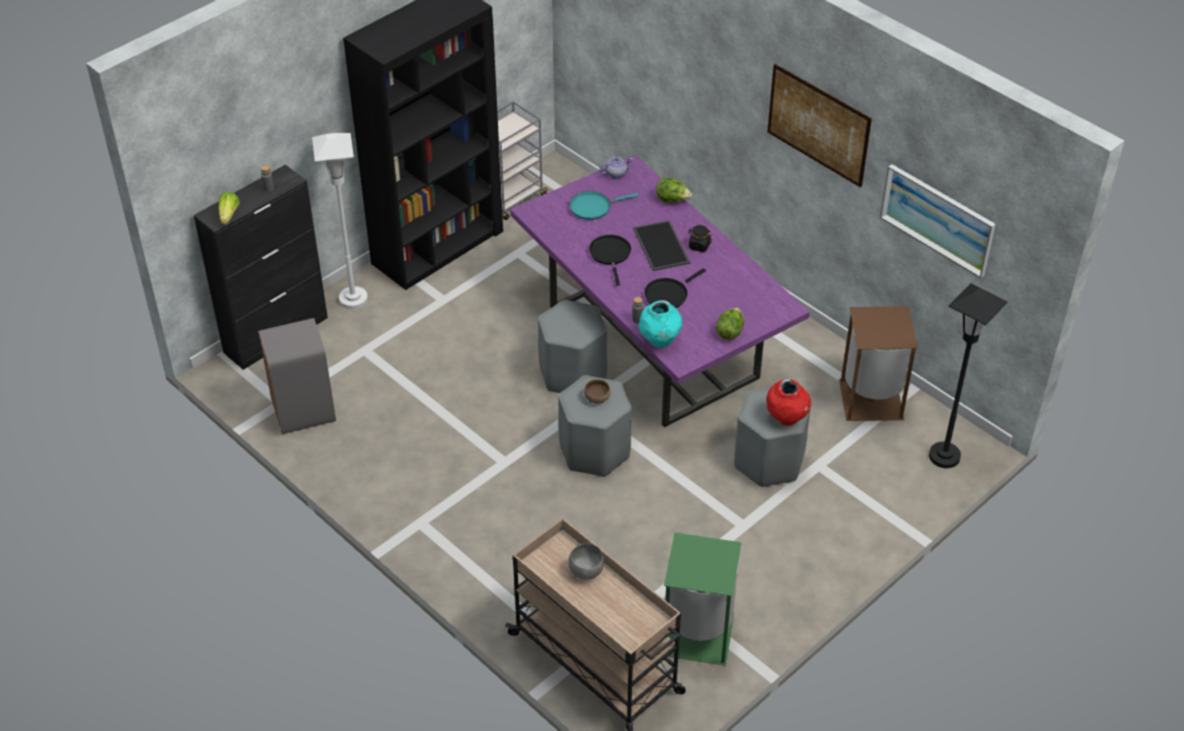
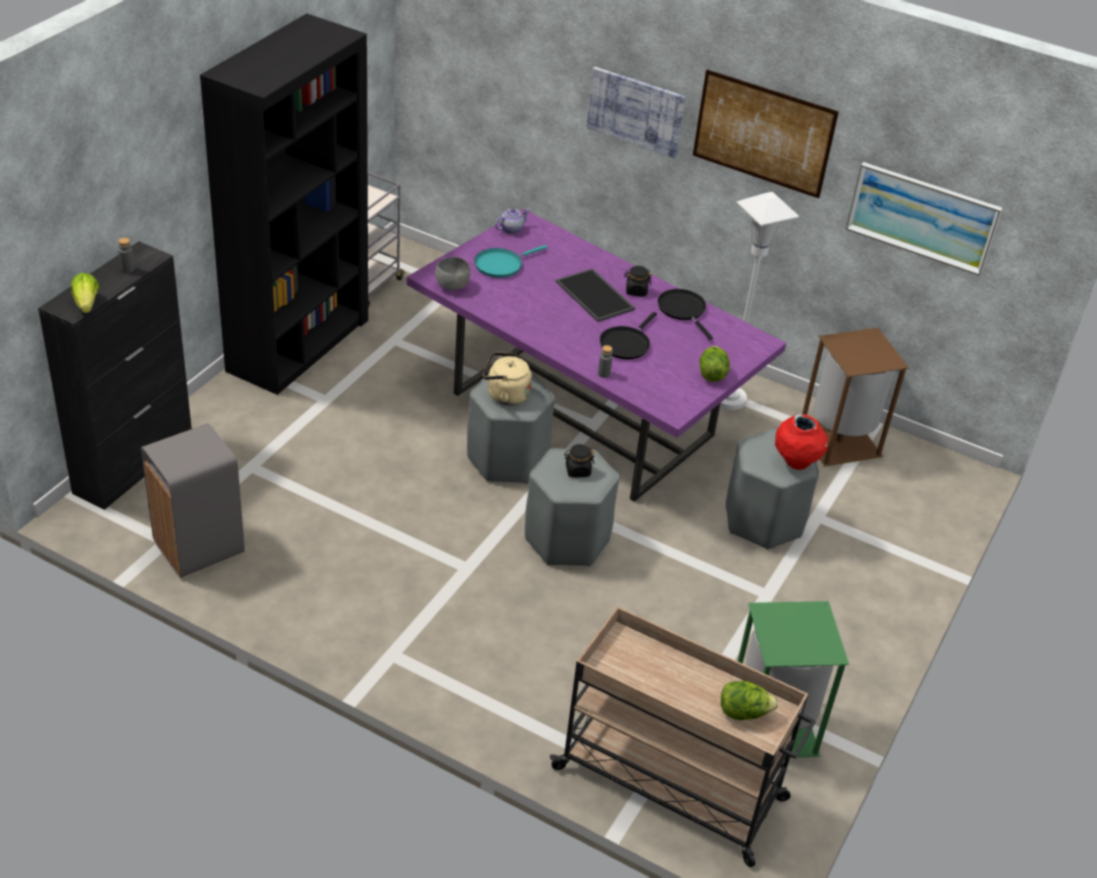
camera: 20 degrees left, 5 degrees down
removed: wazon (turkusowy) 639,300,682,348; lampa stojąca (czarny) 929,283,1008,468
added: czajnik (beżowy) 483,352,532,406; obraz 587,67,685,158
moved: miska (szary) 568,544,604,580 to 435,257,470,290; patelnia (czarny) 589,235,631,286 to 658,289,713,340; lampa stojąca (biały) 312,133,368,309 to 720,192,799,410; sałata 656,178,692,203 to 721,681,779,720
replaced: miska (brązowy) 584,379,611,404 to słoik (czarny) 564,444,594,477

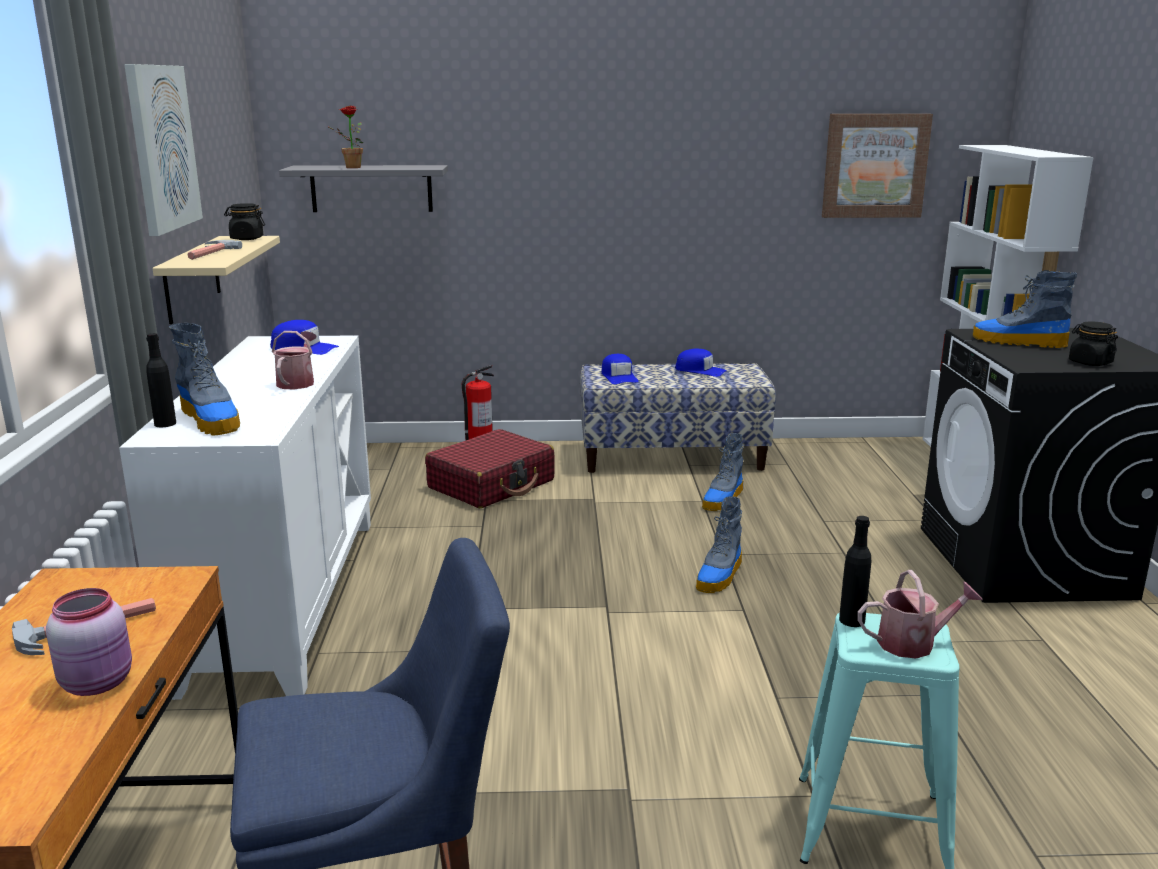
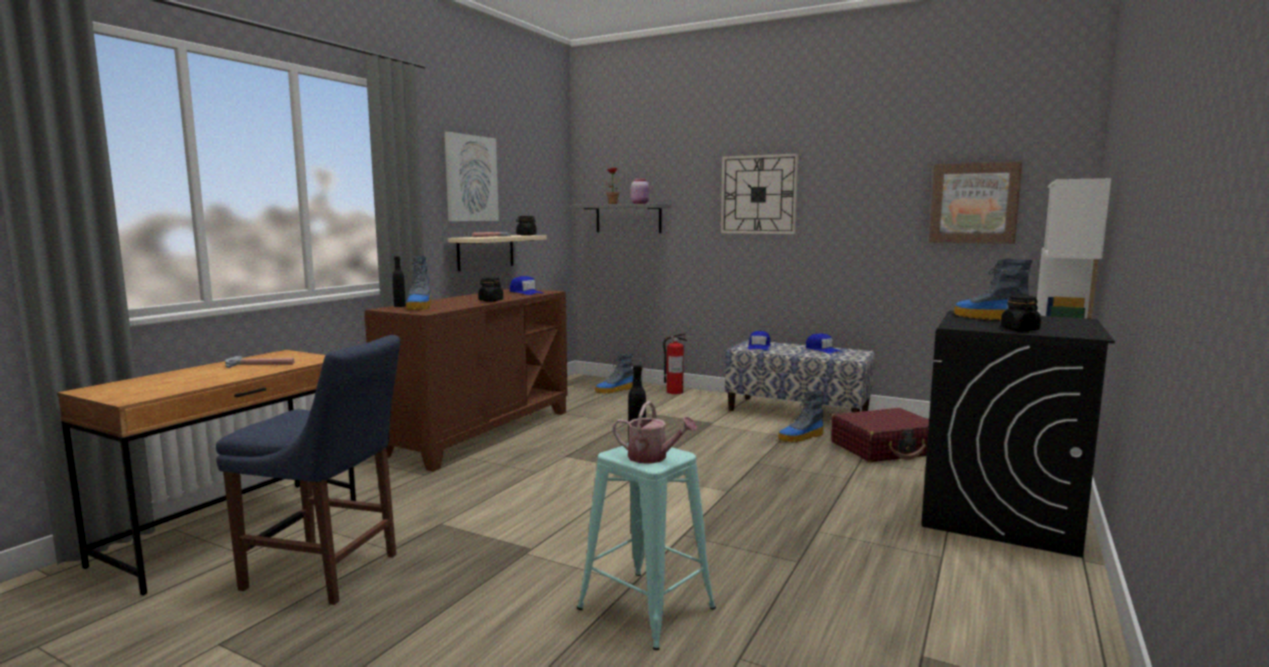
camera: 30 degrees right, 10 degrees down
added: zegar ścienny 721,153,798,234
moved: but z cholewką 696,496,742,593 to 595,354,633,394; słoik (różowy) 46,588,132,696 to 631,179,649,204; walizka (czerwony) 425,429,555,508 to 831,408,929,462
replaced: konewka 272,331,317,389 to słoik (czarny) 478,277,503,302
recoloured: szafka (biały) 119,336,371,700 to szafka (brązowy) 364,289,567,472

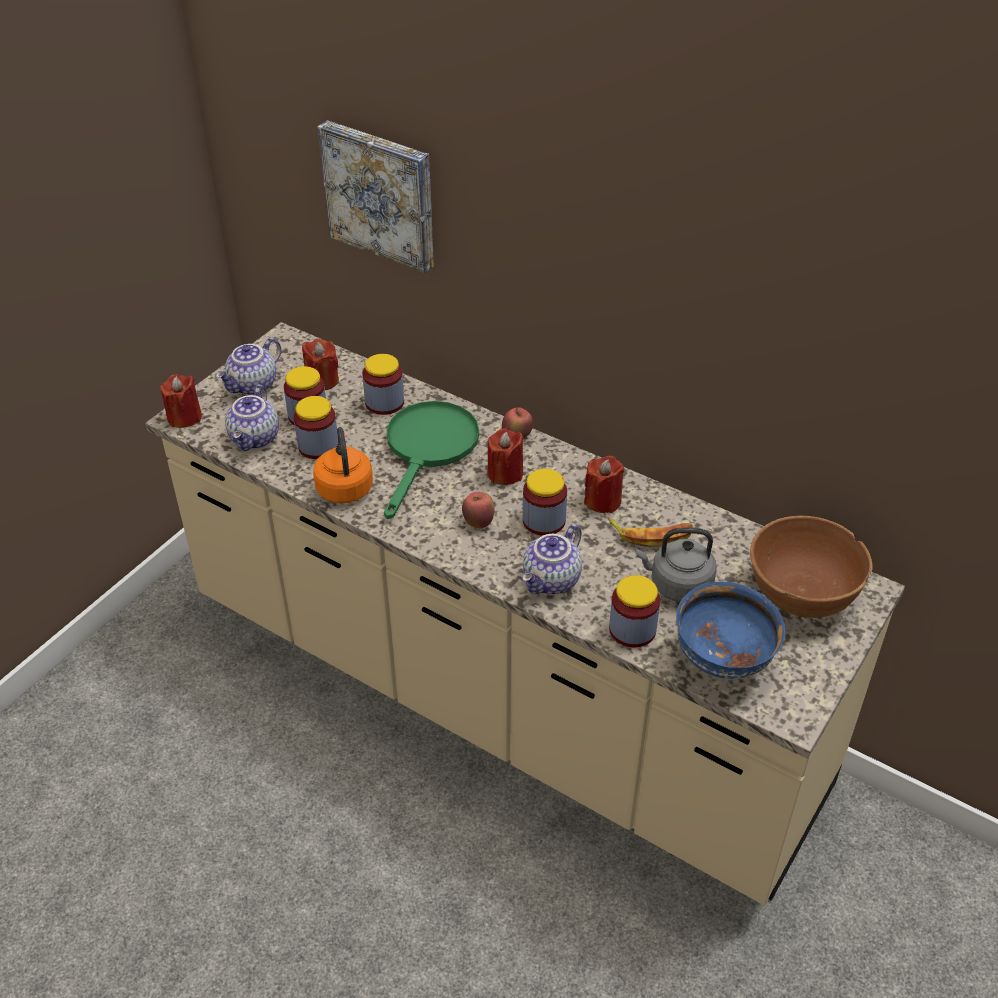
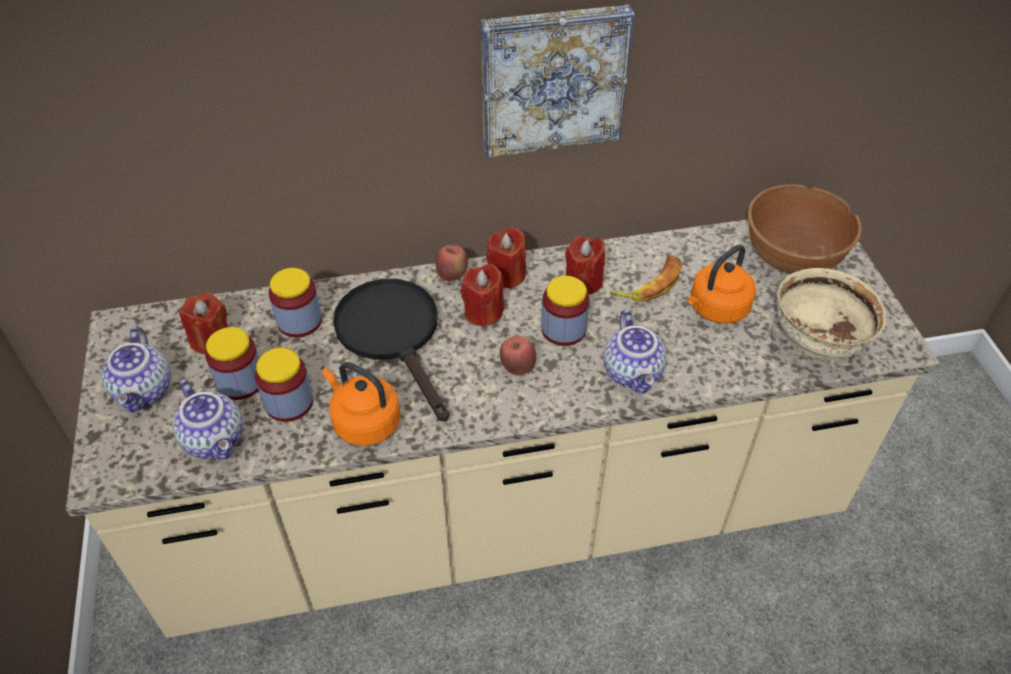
camera: 45 degrees left, 5 degrees up
removed: słoik 609,575,660,647
moved: obraz 318,120,434,273 to 481,4,634,157; świeca (czerwony) 160,374,202,428 to 486,227,526,289
recoloured: patelnia (zielony) 384,401,479,519 to patelnia (czarny) 333,279,449,422; czajnik (szary) 635,528,717,602 to czajnik (pomarańczowy) 688,245,756,324; miska (niebieski) 676,582,785,679 to miska (beżowy) 777,268,886,358

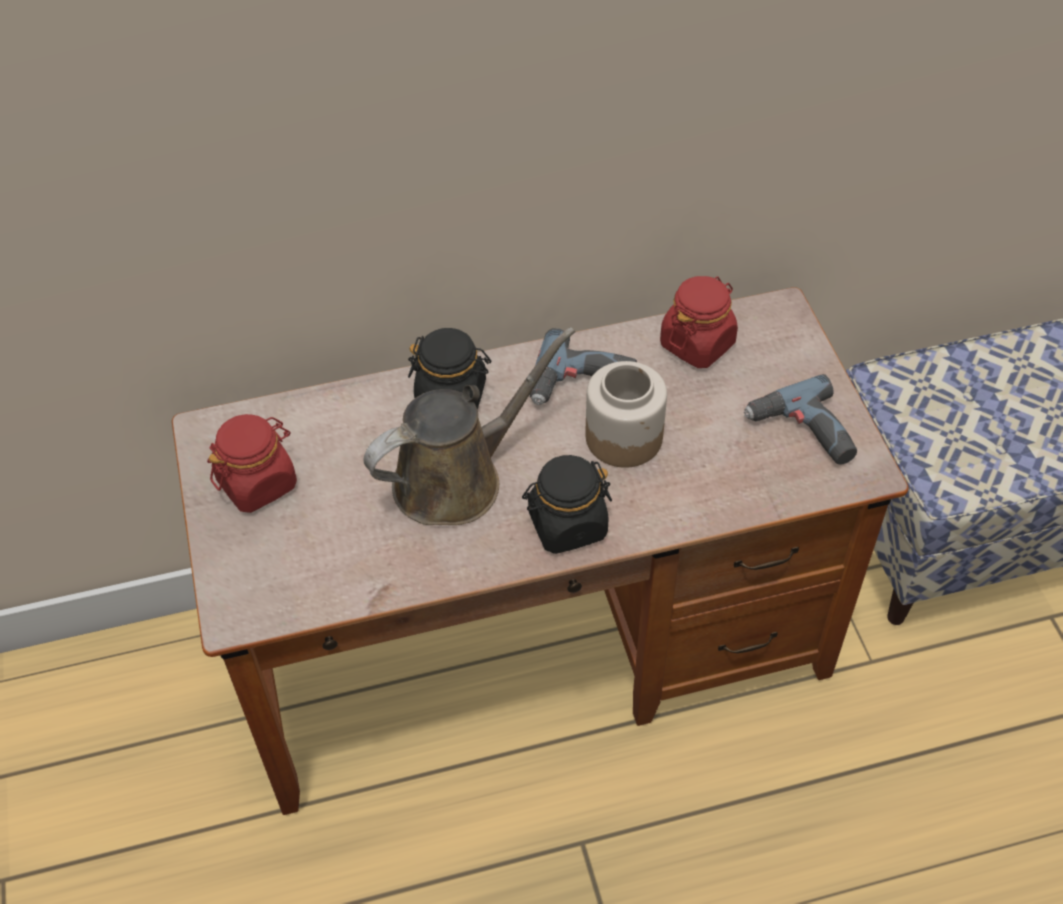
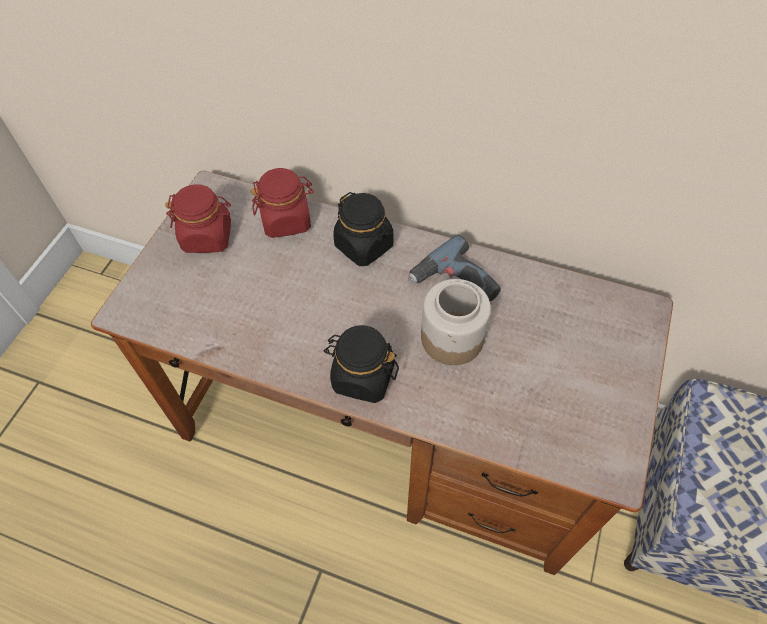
camera: 35 degrees right, 5 degrees up
removed: konewka (brązowy) 363,327,575,525; wiertarka 744,374,857,465
moved: słoik (czerwony) 660,276,738,368 to 250,168,314,238

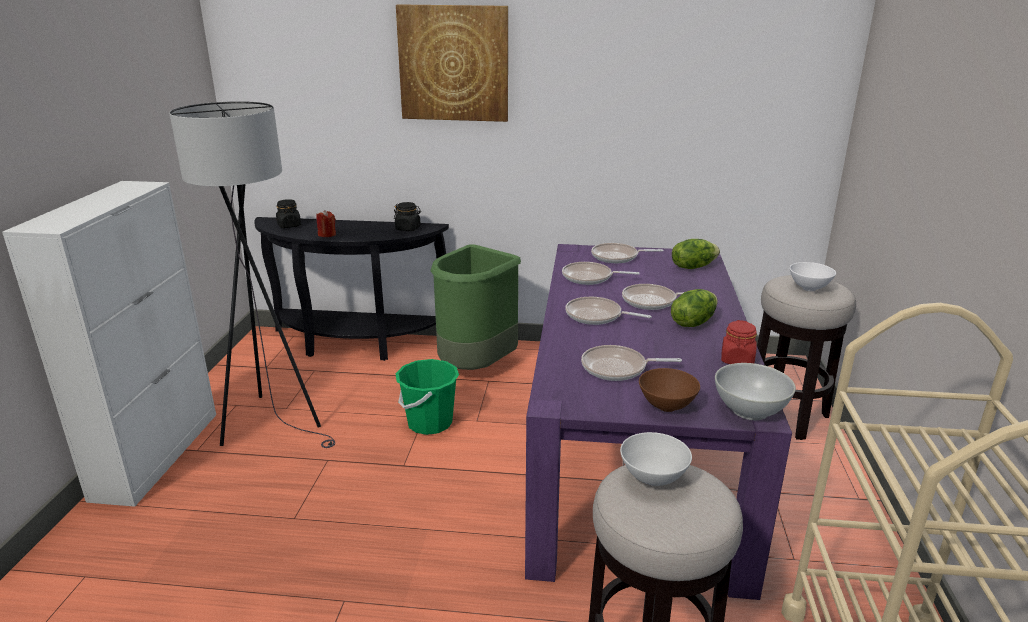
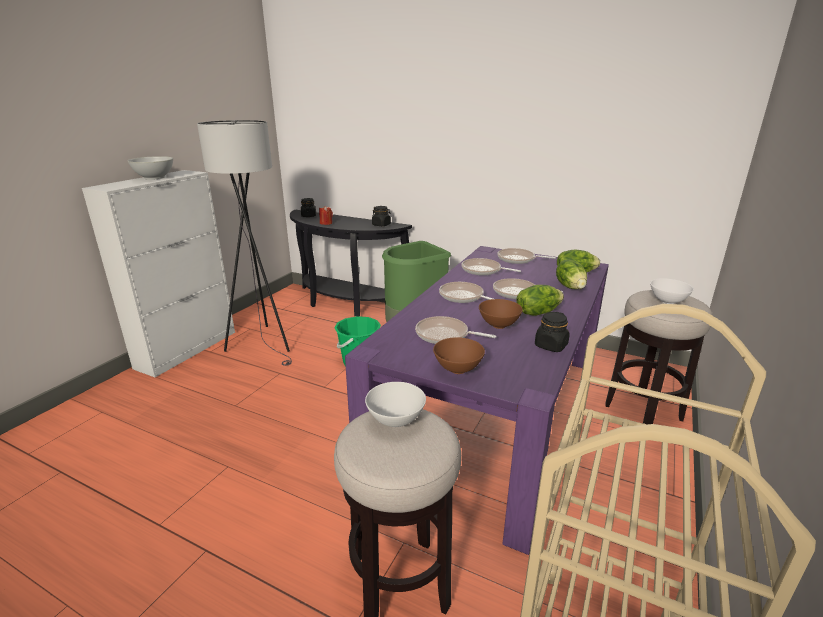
camera: 20 degrees right, 0 degrees up
removed: obraz 396,4,508,122
added: miska (brązowy) 479,299,523,329; sałata 556,260,587,289
moved: miska (biały) 715,363,796,420 to 128,156,173,180
recoloured: słoik (czerwony) 721,320,757,364 to słoik (czarny) 535,312,570,352

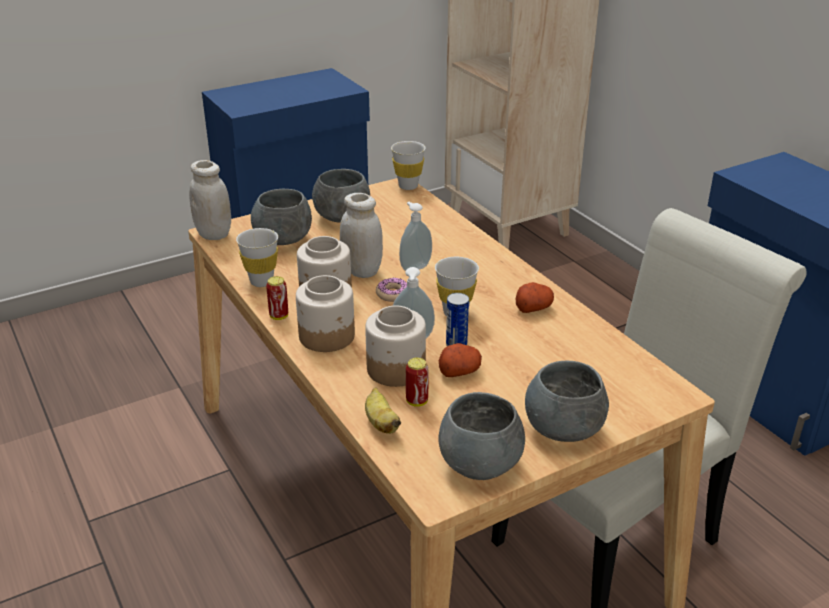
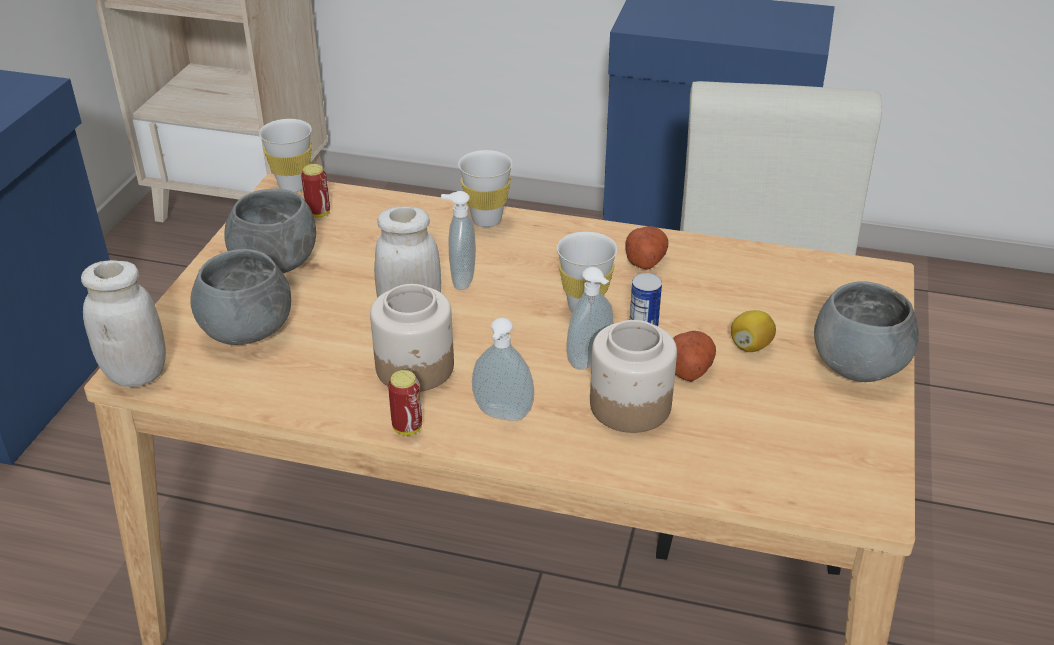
camera: 45 degrees left, 5 degrees up
removed: banan 365,387,401,434; donut 376,278,407,302; miska (szary) 439,392,525,480
added: cytryna 731,310,776,352
moved: puszka 406,357,429,407 to 301,164,330,217; filiżanka (biały) 236,228,278,287 to 458,150,513,227
replaced: słoik 296,275,355,352 to dozownik mydła 472,318,534,421

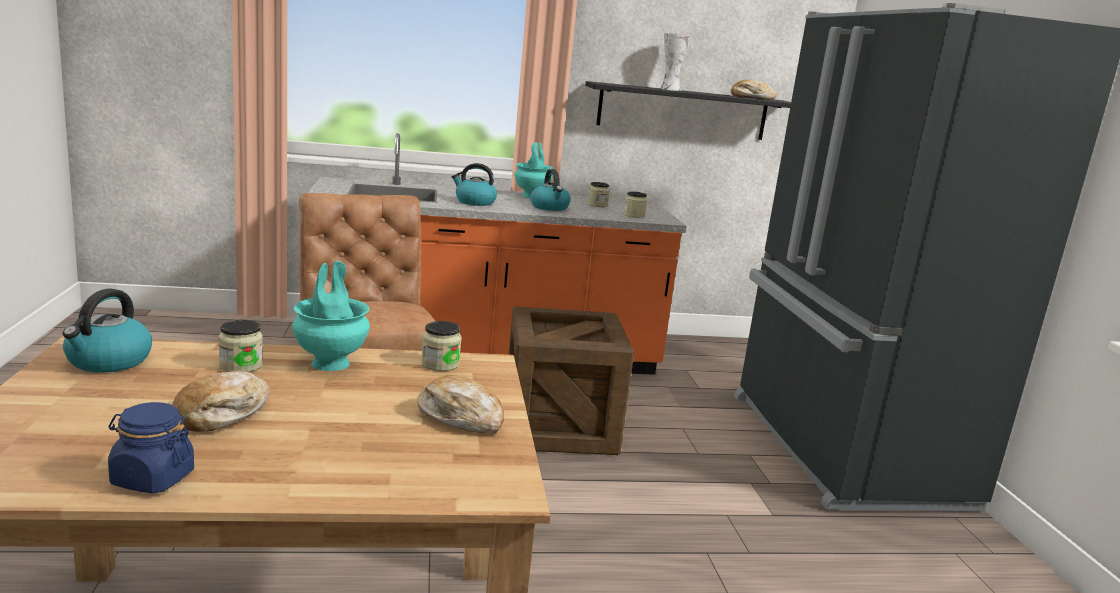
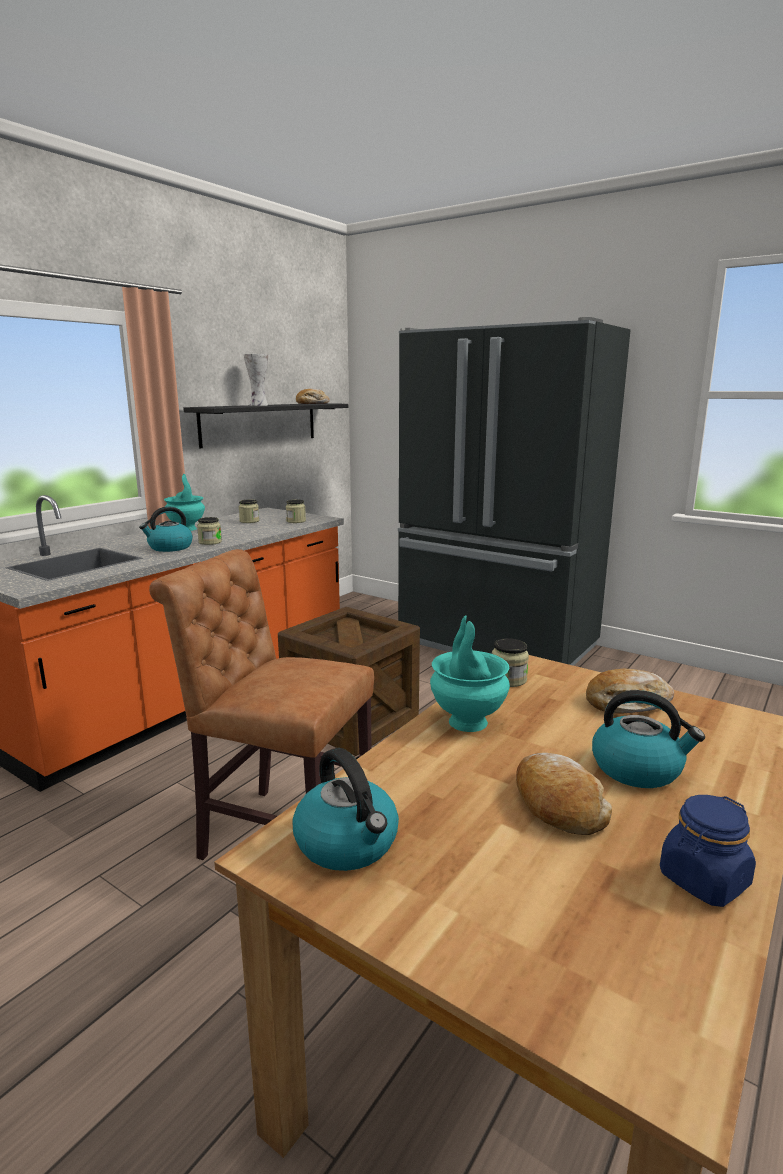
camera: 45 degrees left, 0 degrees up
moved: słoik 218,320,263,372 to 197,517,222,545; czajnik 530,169,571,211 to 592,690,705,788

